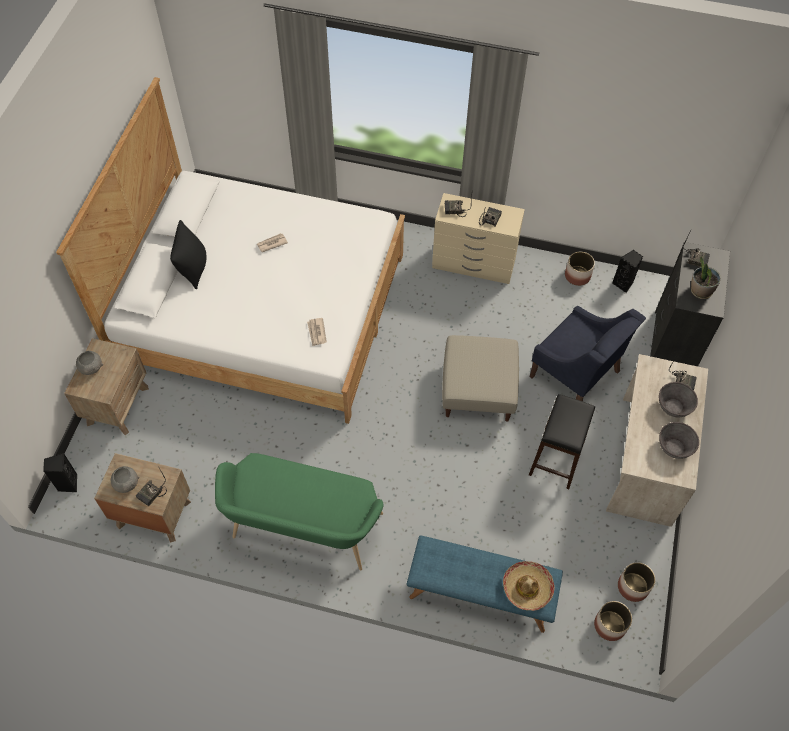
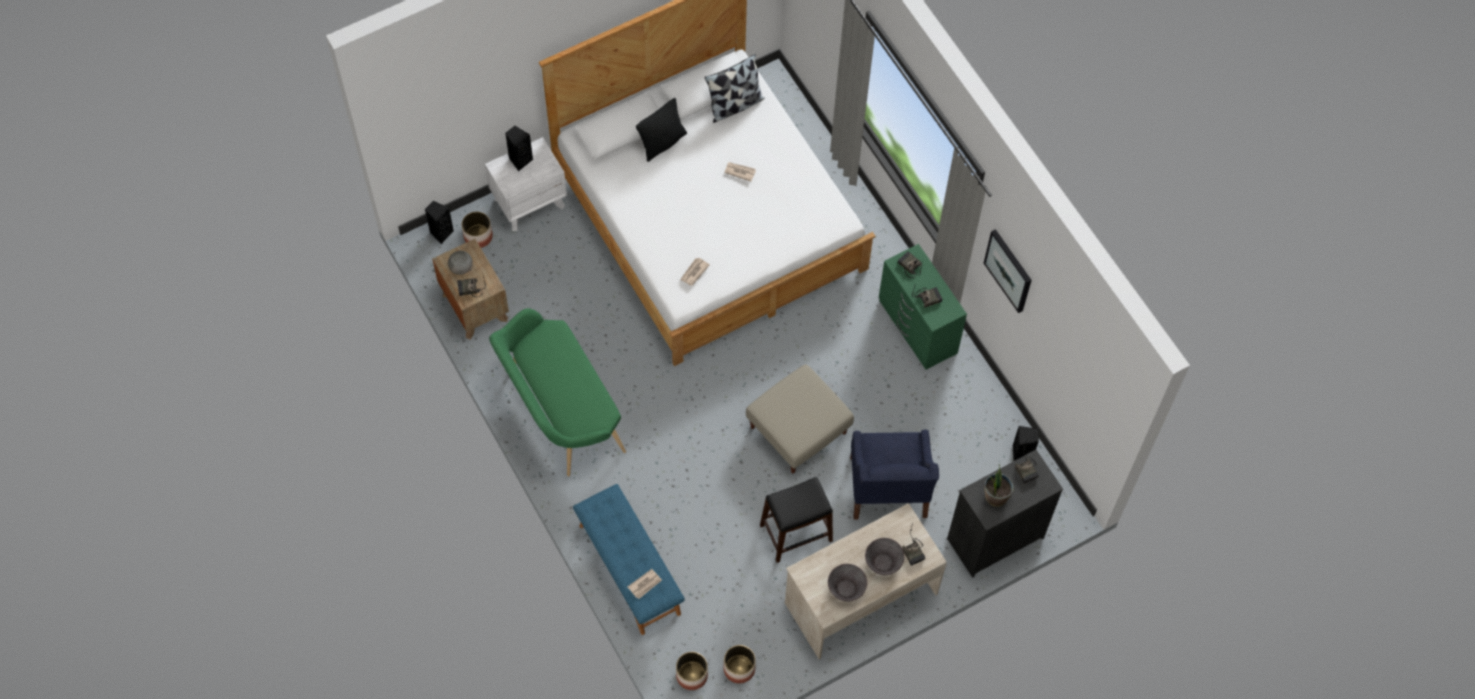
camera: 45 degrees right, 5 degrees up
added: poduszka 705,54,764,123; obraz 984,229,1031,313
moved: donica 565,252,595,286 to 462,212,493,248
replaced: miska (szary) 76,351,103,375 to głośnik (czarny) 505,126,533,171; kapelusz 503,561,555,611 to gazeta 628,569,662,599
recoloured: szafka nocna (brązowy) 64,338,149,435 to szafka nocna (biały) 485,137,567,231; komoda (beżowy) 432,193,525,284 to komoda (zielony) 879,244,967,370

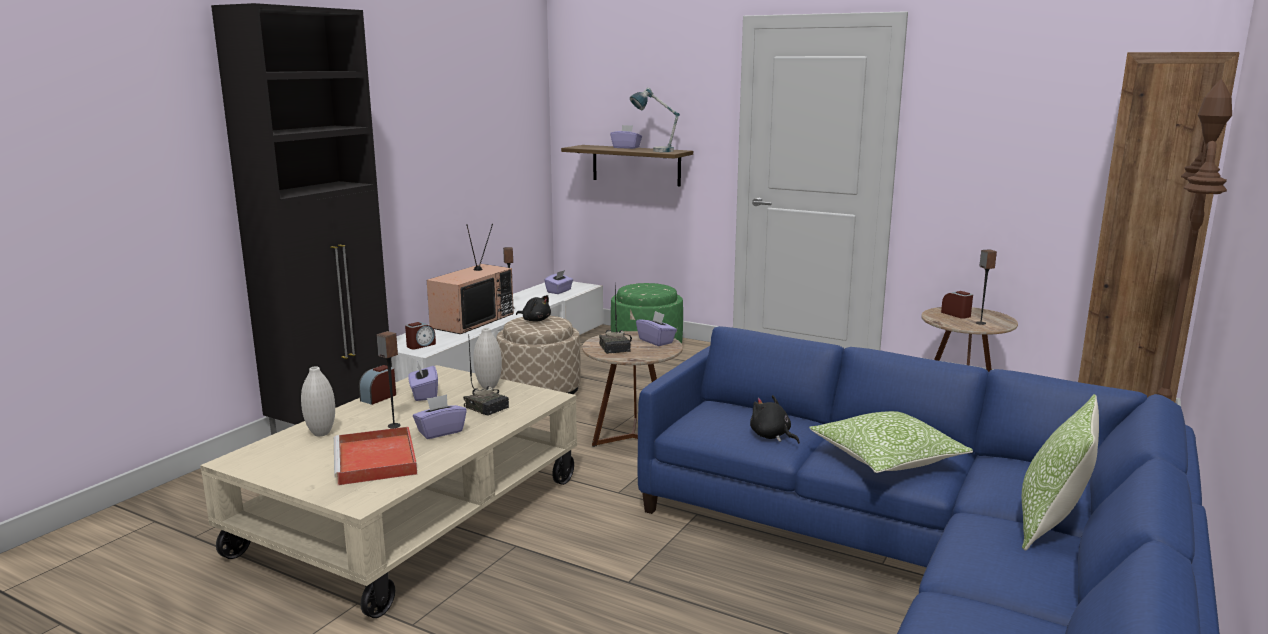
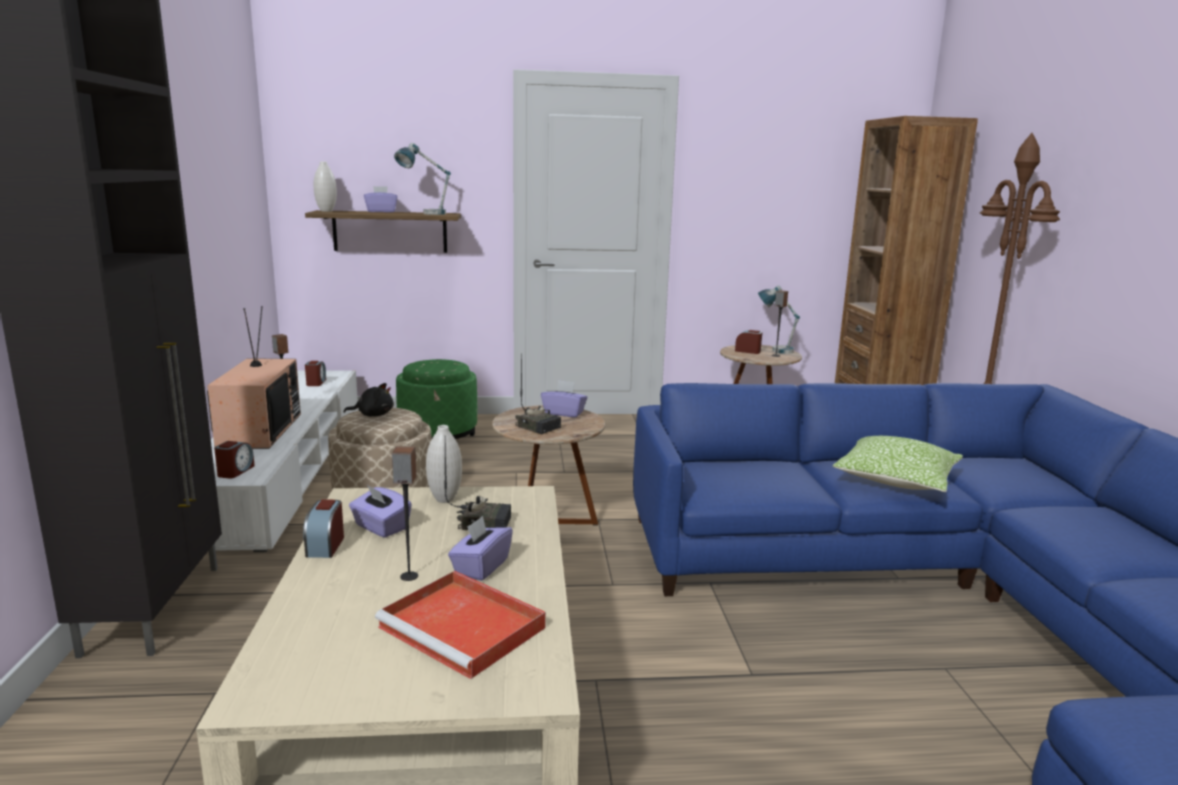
camera: 35 degrees left, 0 degrees up
removed: pluszak (czarny) 750,395,800,444; poduszka 1022,394,1099,550
added: lampa stołowa 758,285,800,354
moved: wazon (biały) 301,366,335,436 to 314,162,337,212
replaced: pudełko chusteczek (fioletowy) 544,270,573,294 to budzik 305,361,326,386

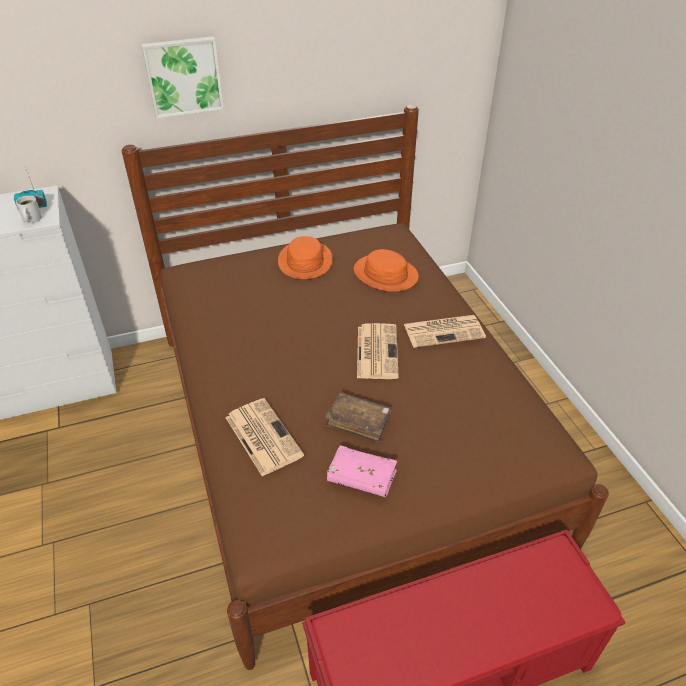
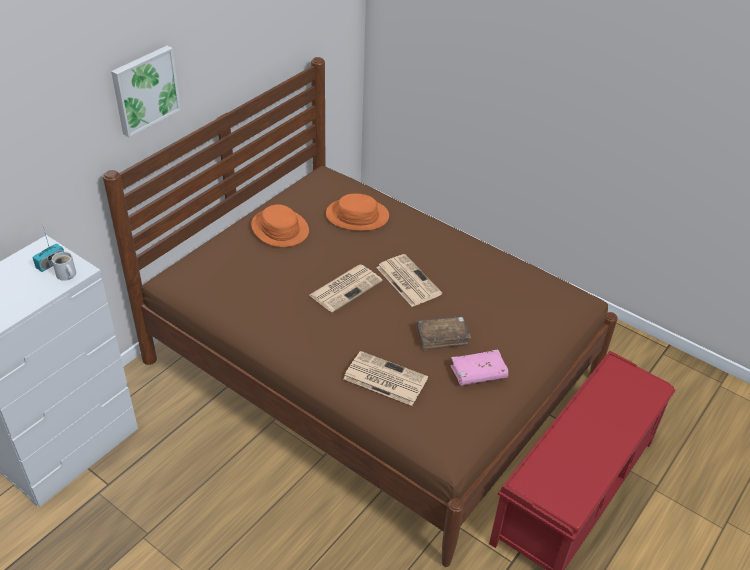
camera: 35 degrees left, 0 degrees up
moved: gazeta 404,315,486,348 to 309,265,382,312

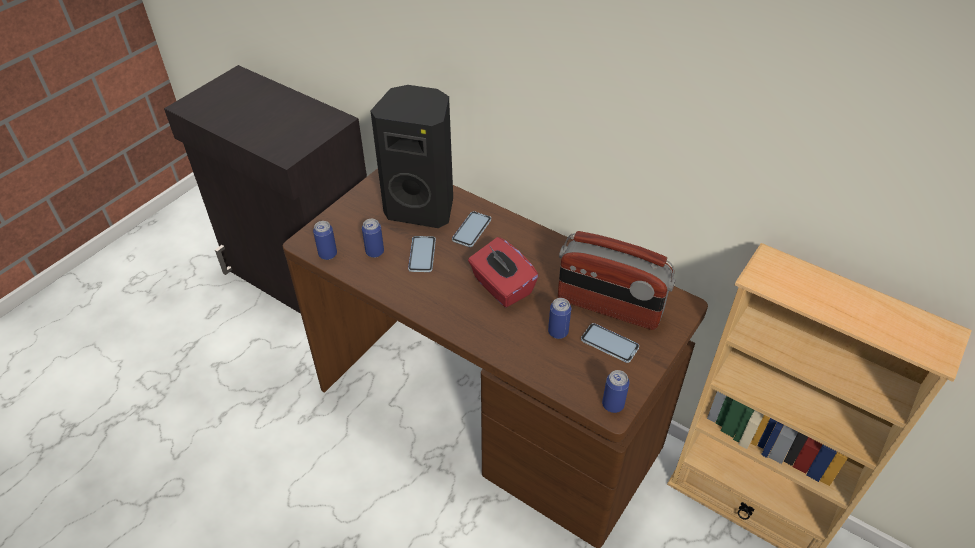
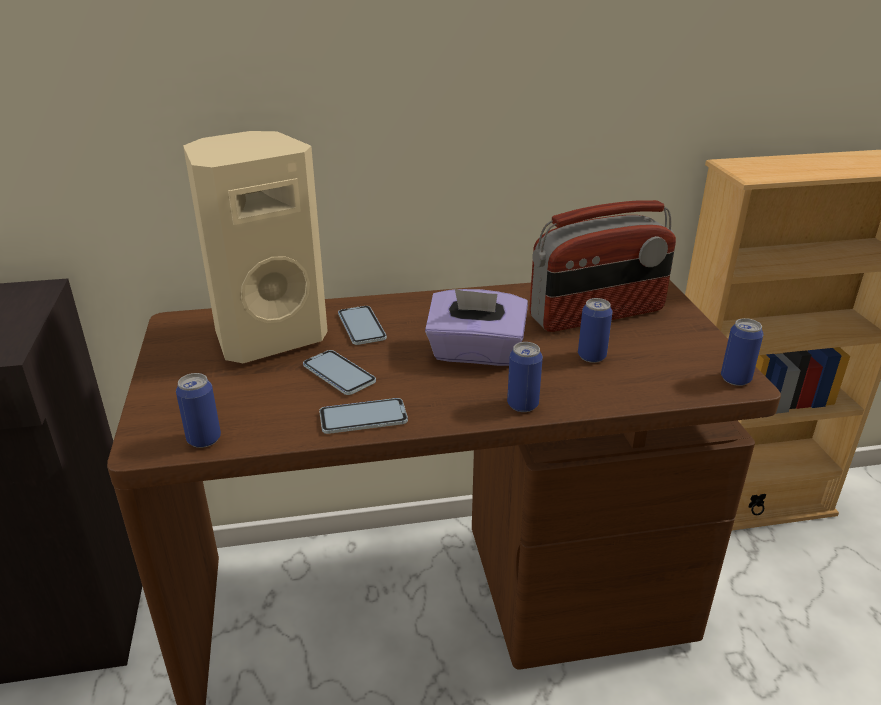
camera: 45 degrees left, 15 degrees down
moved: telefon 581,323,639,363 to 319,398,408,434; puszka 362,219,384,258 to 507,342,543,412
recoloured: głośnik (czarny) 370,85,453,228 to głośnik (beżowy) 183,131,328,363; pudełko chusteczek (czerwony) 468,237,539,307 to pudełko chusteczek (fioletowy) 425,289,528,366

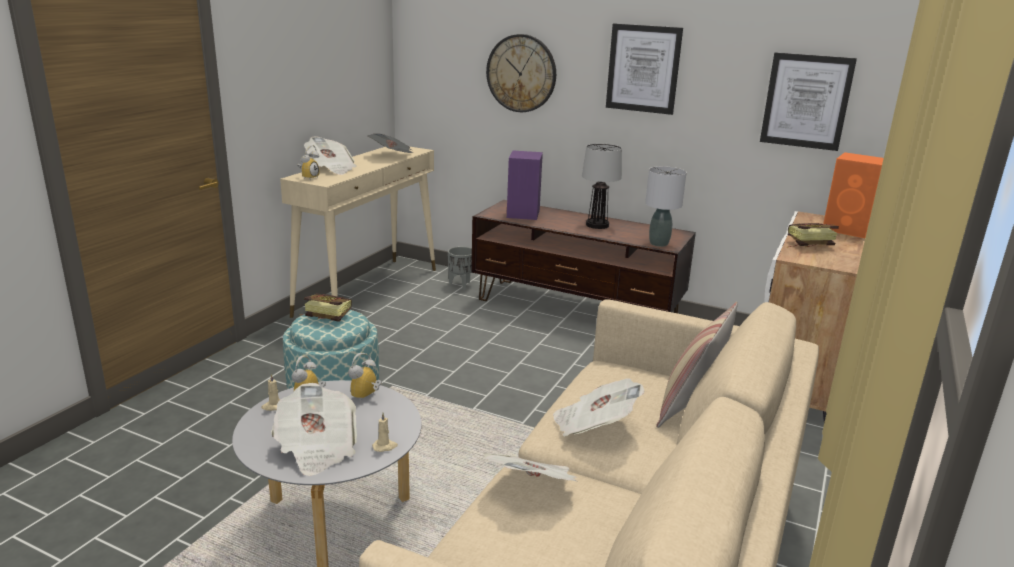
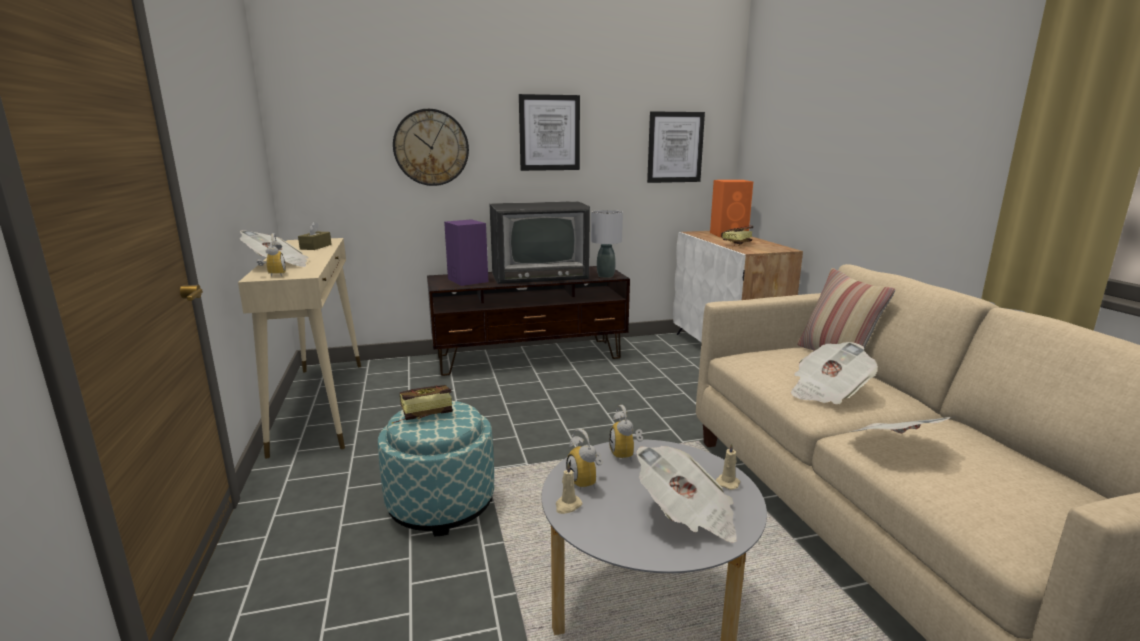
camera: 40 degrees left, 5 degrees down
removed: donica (szary) 448,247,472,290
replaced: gazeta 367,133,413,153 to pudełko chusteczek (brązowy) 298,221,332,250; lampa stołowa 582,144,622,229 to telewizor 489,201,590,284

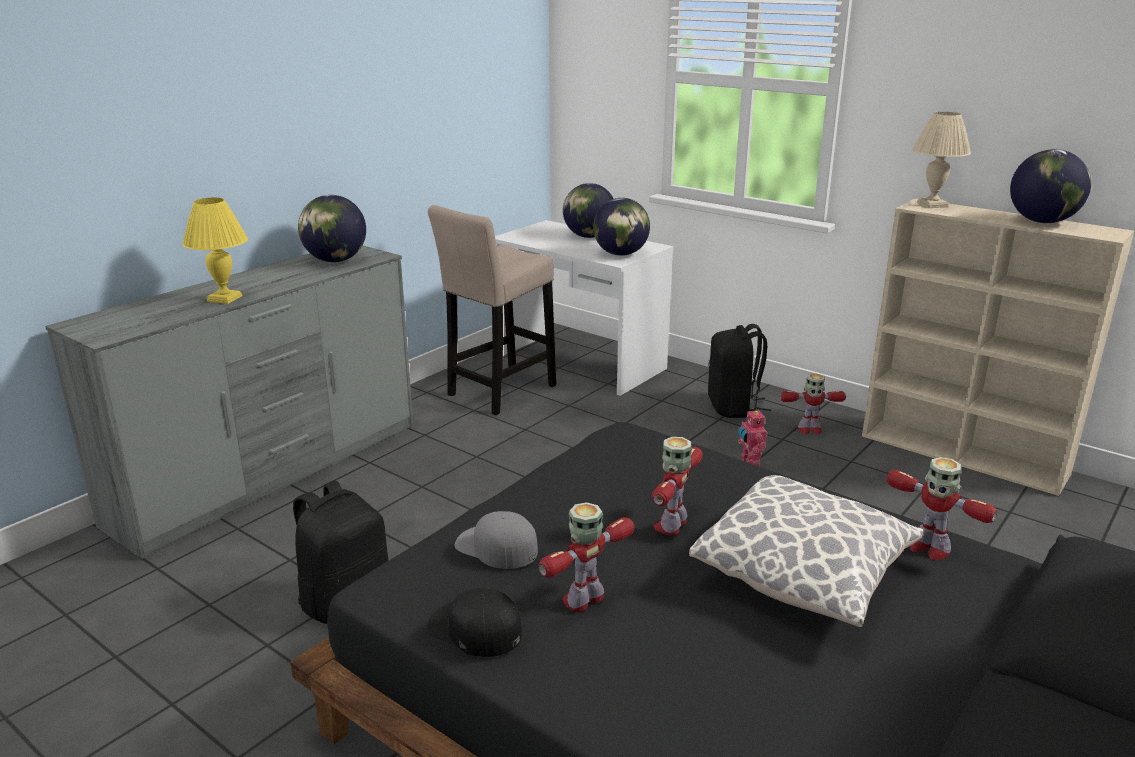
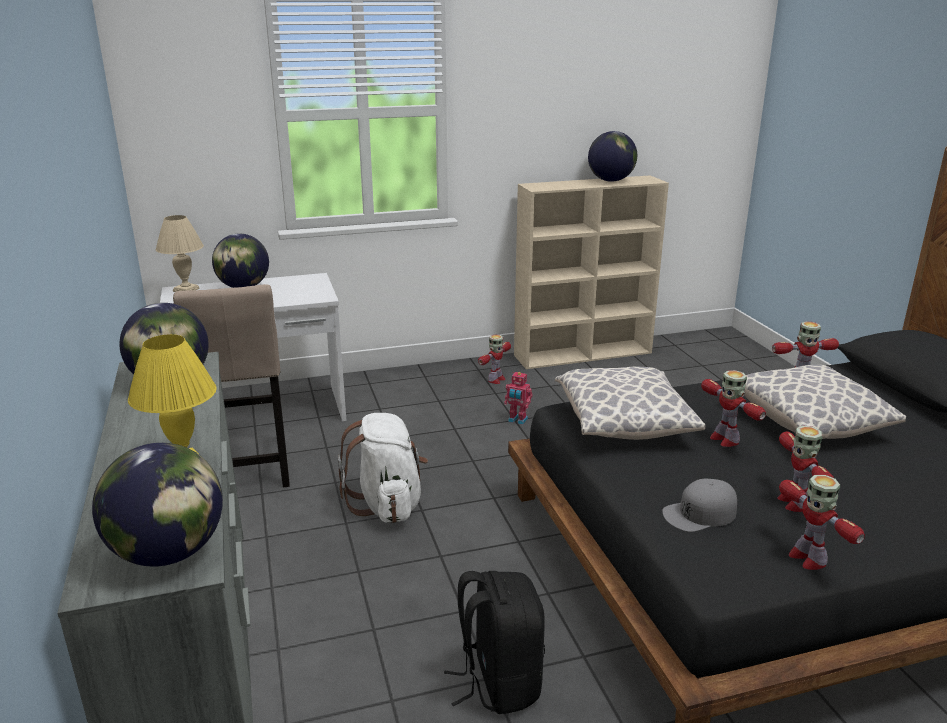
camera: 55 degrees left, 0 degrees up
removed: plecak (czarny) 708,324,771,418
added: plecak (biały) 338,413,428,523; poduszka 555,367,705,440
moved: globus 593,198,650,256 to 92,443,223,567; lampa stołowa (beżowy) 912,112,971,208 to 156,215,204,292
replaced: czapka z daszkiem (czarny) 427,588,522,657 to robot zabawkowy 779,475,865,570

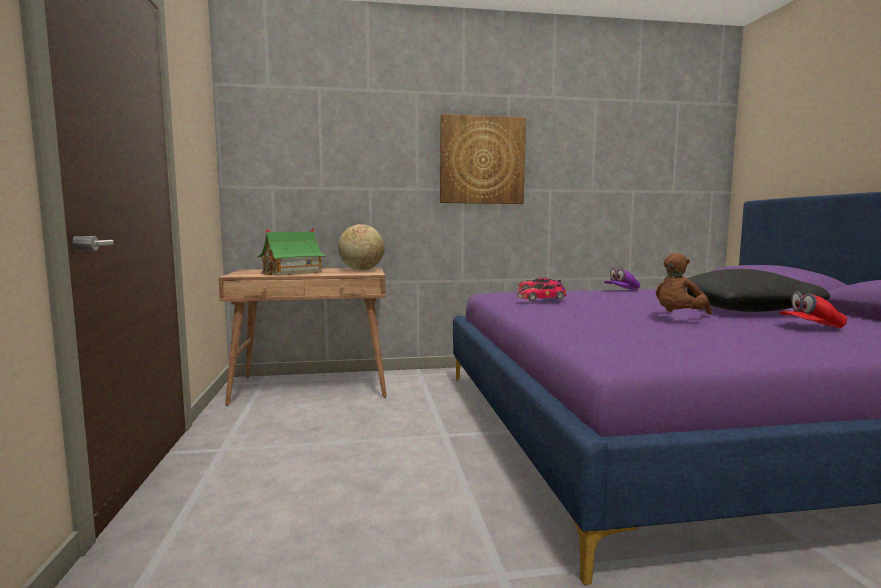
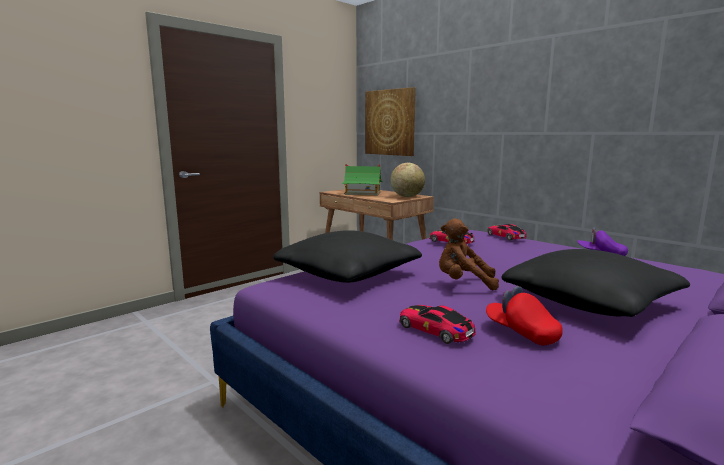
camera: 55 degrees right, 5 degrees up
added: poduszka (czarny) 273,230,422,283; samochodzik 399,305,476,344
moved: obraz 440,114,526,204 to 365,87,416,156

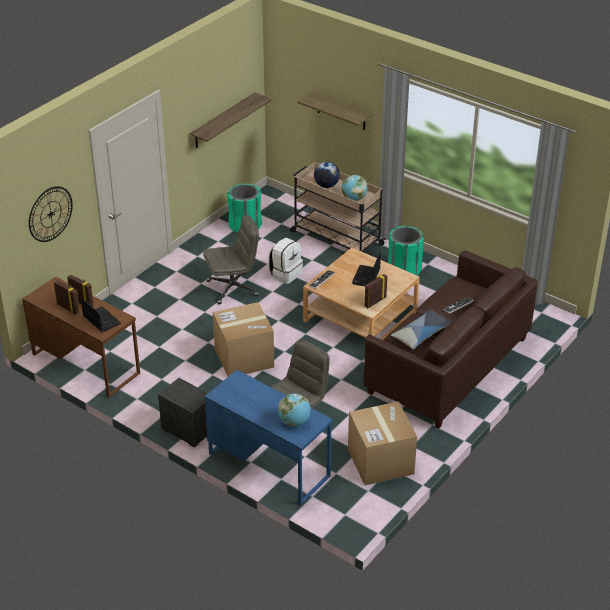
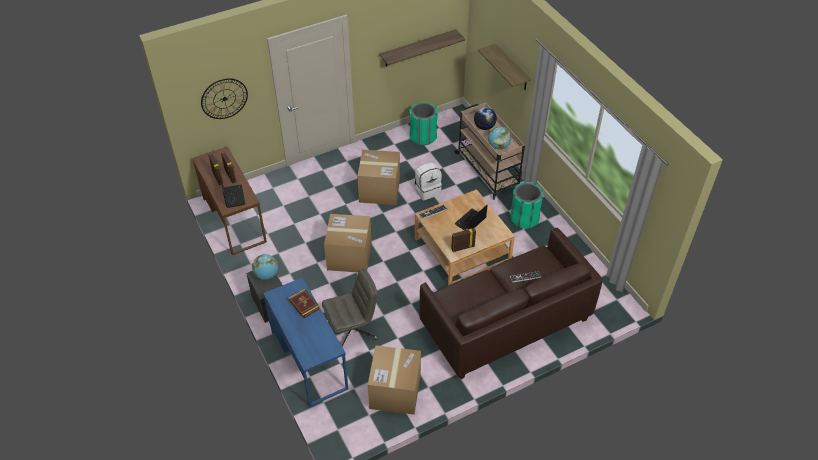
camera: 25 degrees right, 10 degrees up
removed: poduszka 391,309,452,349
added: książka 288,289,320,319
moved: globus 278,394,311,426 to 252,254,278,280
replaced: krzesło biurowe (szary) 203,215,259,304 to karton 357,150,400,205

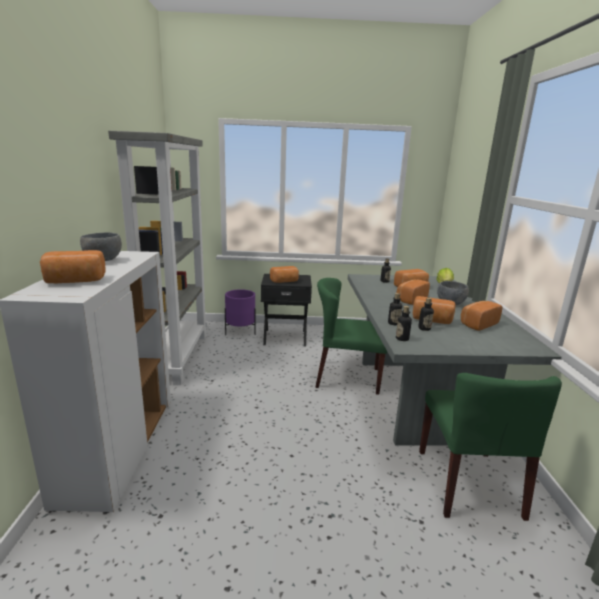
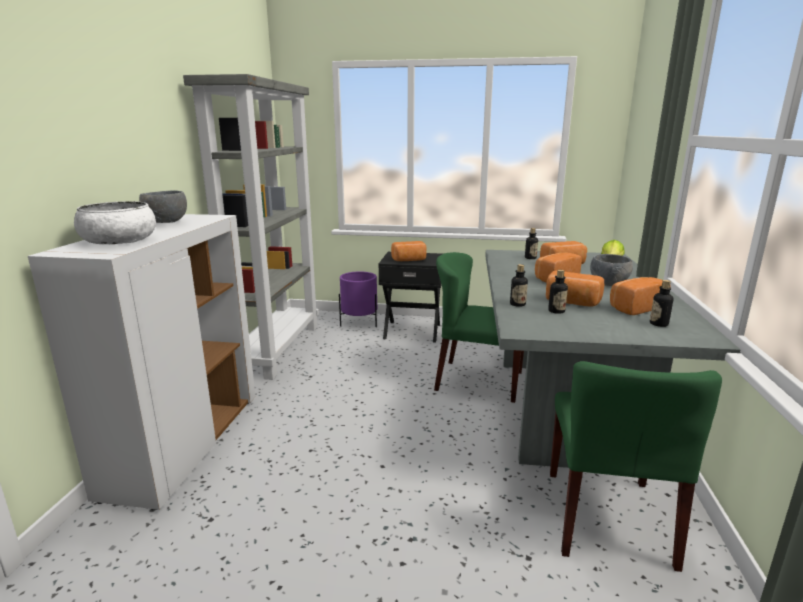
camera: 10 degrees right, 0 degrees up
moved: butelka 396,306,412,341 to 650,280,673,327
replaced: chleb 40,250,106,283 to miska (biały) 74,201,156,244

